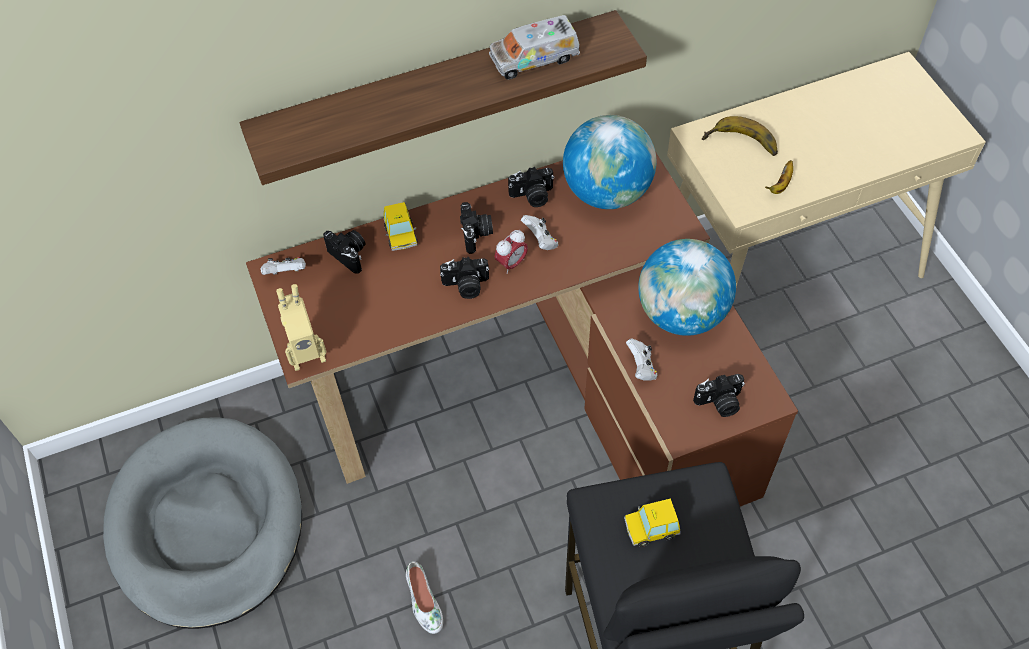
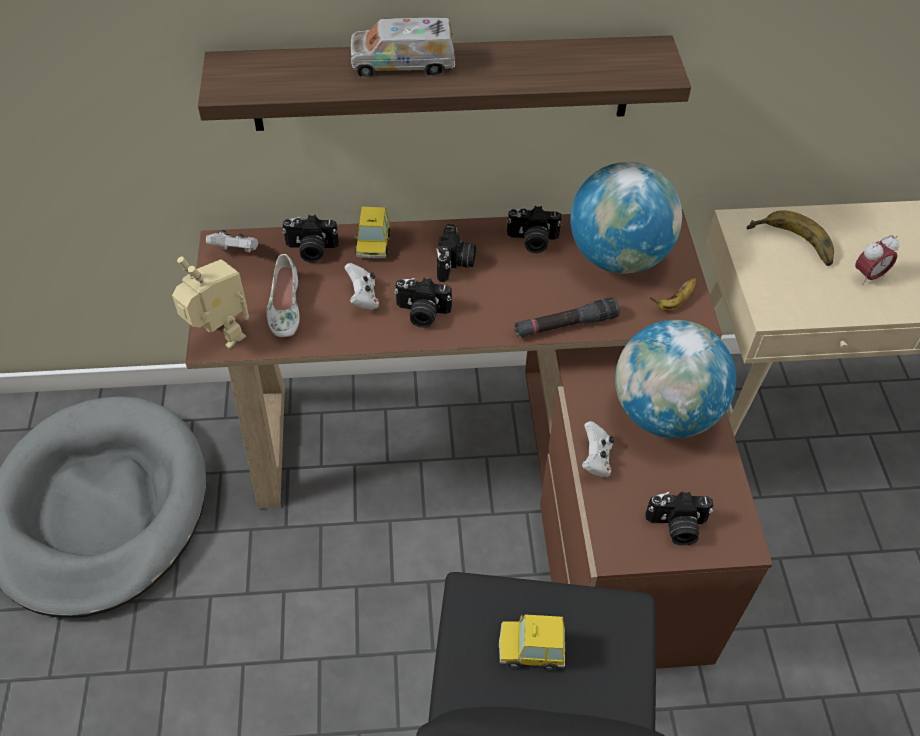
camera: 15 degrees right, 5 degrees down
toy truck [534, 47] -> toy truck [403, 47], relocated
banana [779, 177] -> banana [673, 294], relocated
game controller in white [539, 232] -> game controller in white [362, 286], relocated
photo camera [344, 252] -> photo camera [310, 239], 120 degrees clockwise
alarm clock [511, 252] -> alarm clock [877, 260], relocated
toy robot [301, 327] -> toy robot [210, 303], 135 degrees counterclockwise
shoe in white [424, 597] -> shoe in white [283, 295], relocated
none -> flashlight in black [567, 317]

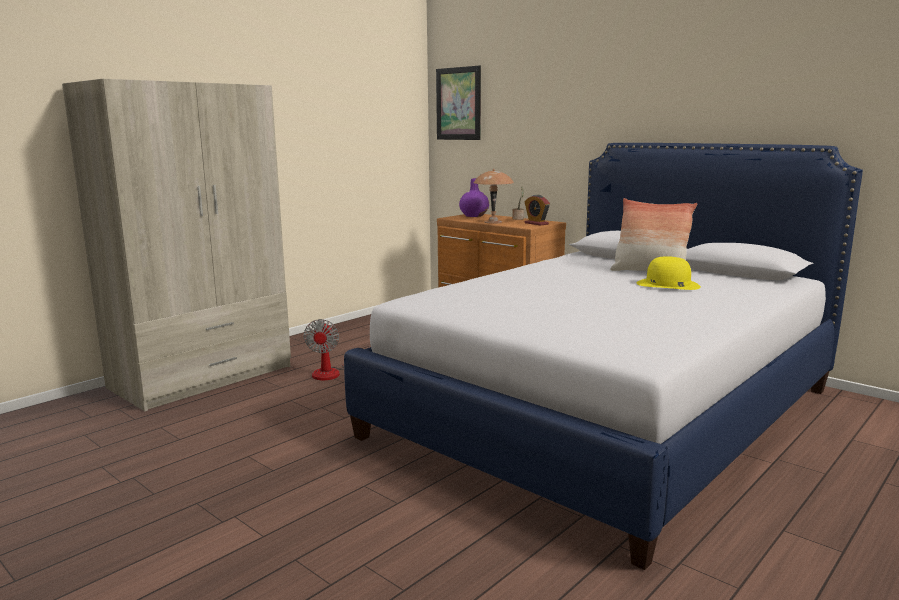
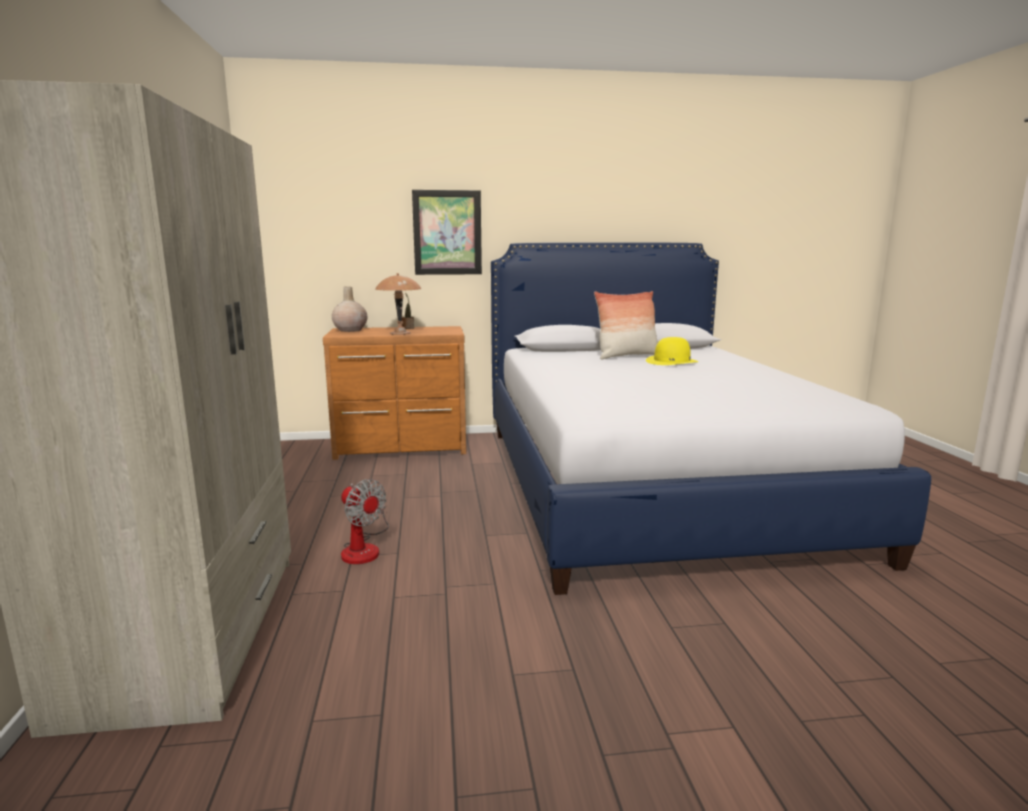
camera: 50 degrees left, 0 degrees up
picture [458, 102] -> picture [447, 232], relocated
vase in purple [474, 197] -> vase in beige [349, 309]
alarm clock [537, 210] -> none

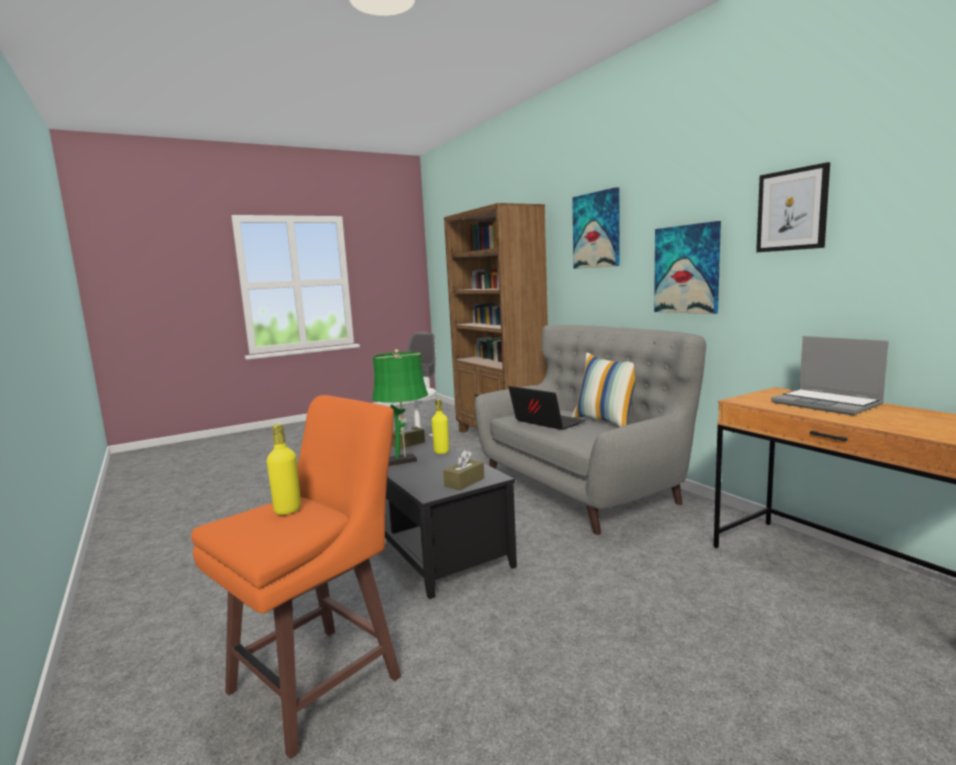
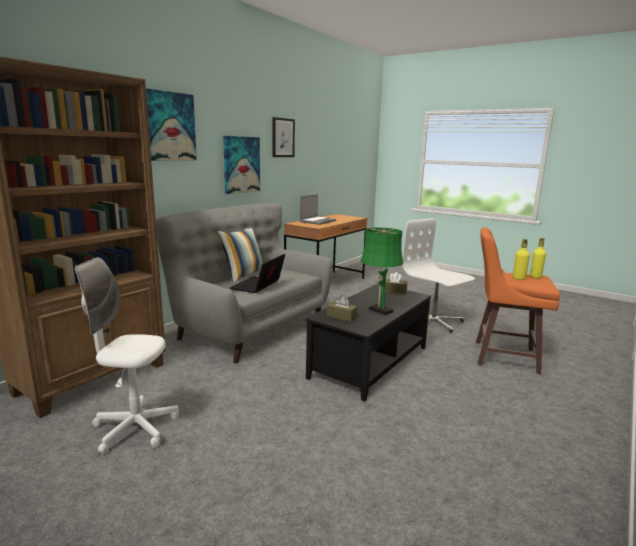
camera: 115 degrees left, 5 degrees up
bottle in yellow [440, 426] -> bottle in yellow [538, 258], relocated
none -> office chair in white [438, 275]

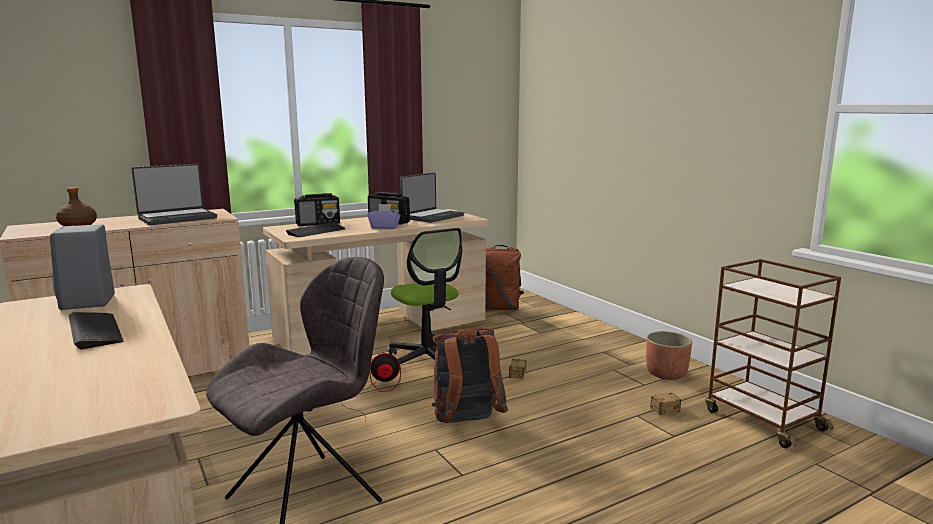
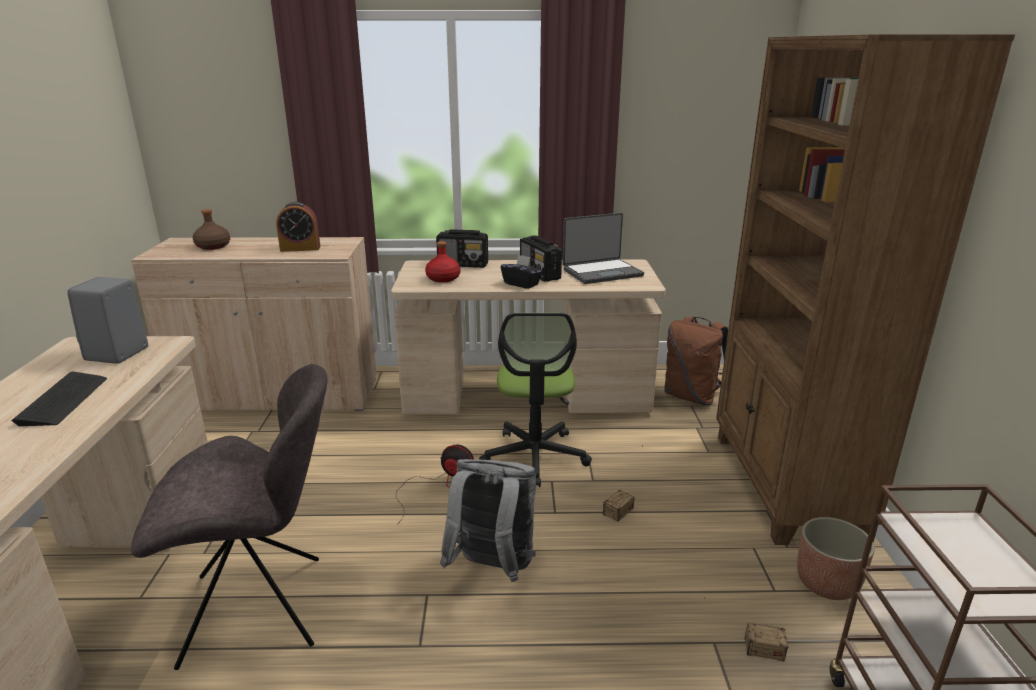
camera: 30 degrees right, 10 degrees up
laptop [174, 194] -> alarm clock [298, 227]
tissue box in purple [384, 216] -> tissue box in black [522, 271]
keyboard [315, 229] -> bottle in red [443, 262]
backpack in brown [470, 375] -> backpack in grey [488, 520]
none -> bookcase in brown [865, 289]

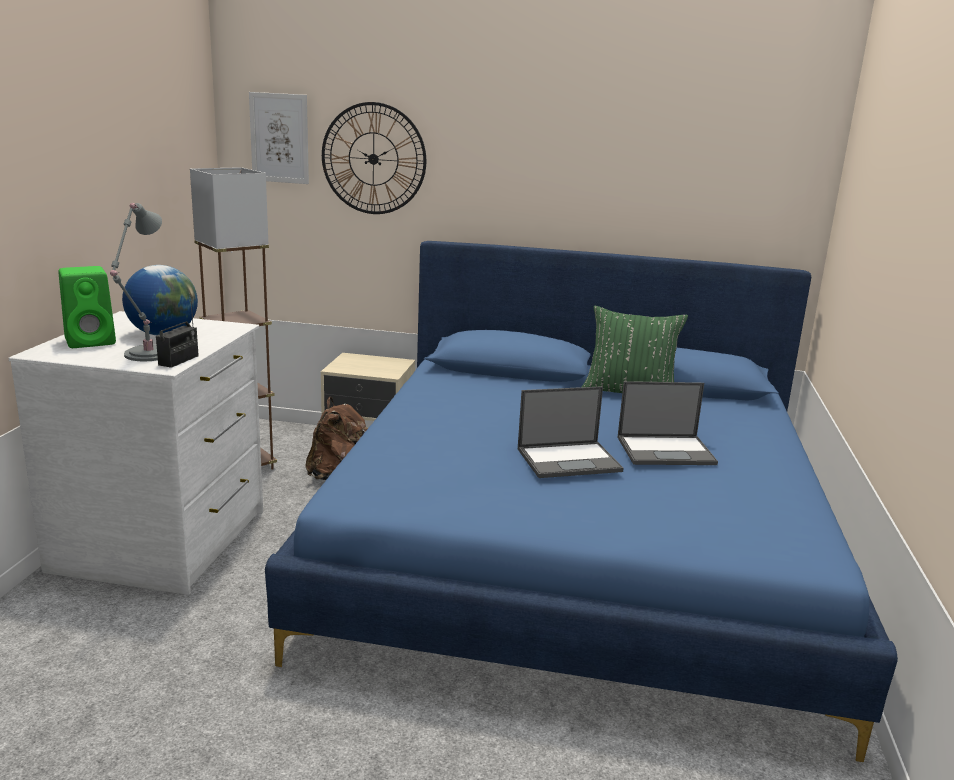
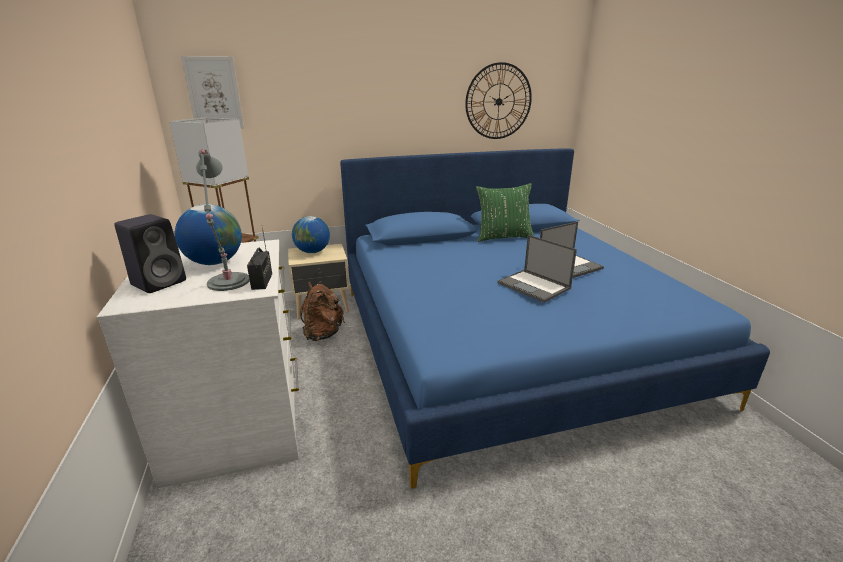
camera: 25 degrees left, 5 degrees up
wall clock [374, 158] -> wall clock [498, 100], relocated
speaker in green [87, 307] -> speaker in black [150, 253]
laptop [570, 432] -> laptop [537, 269], 90 degrees clockwise
none -> globe [311, 234]

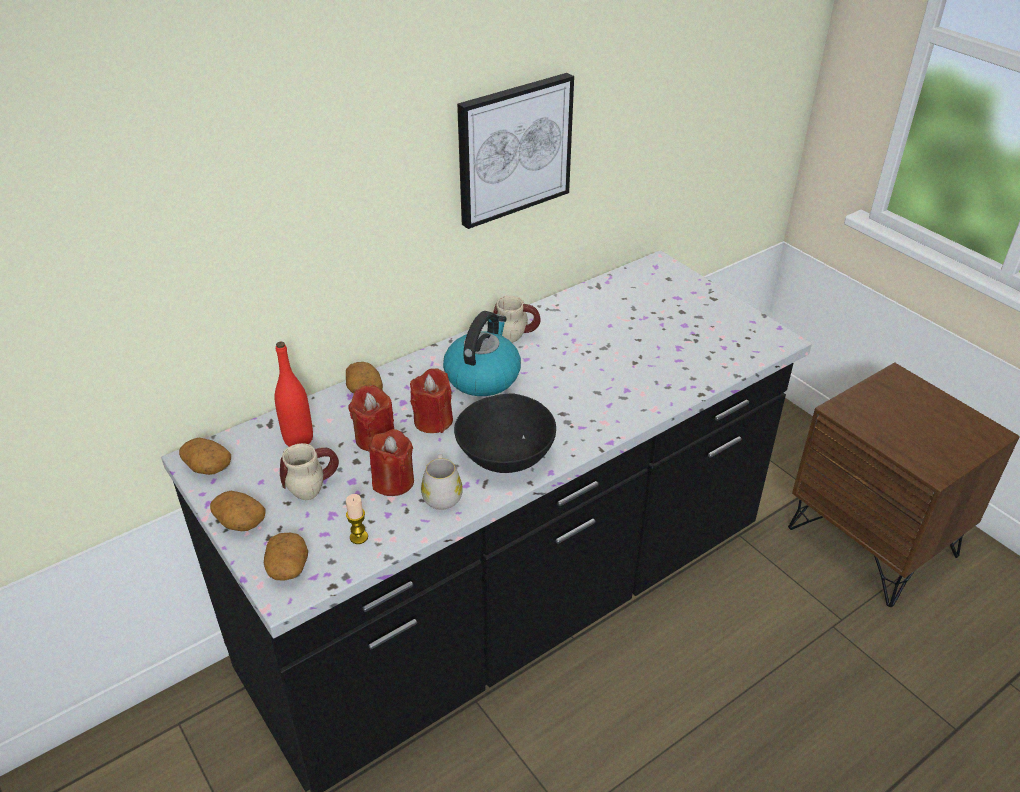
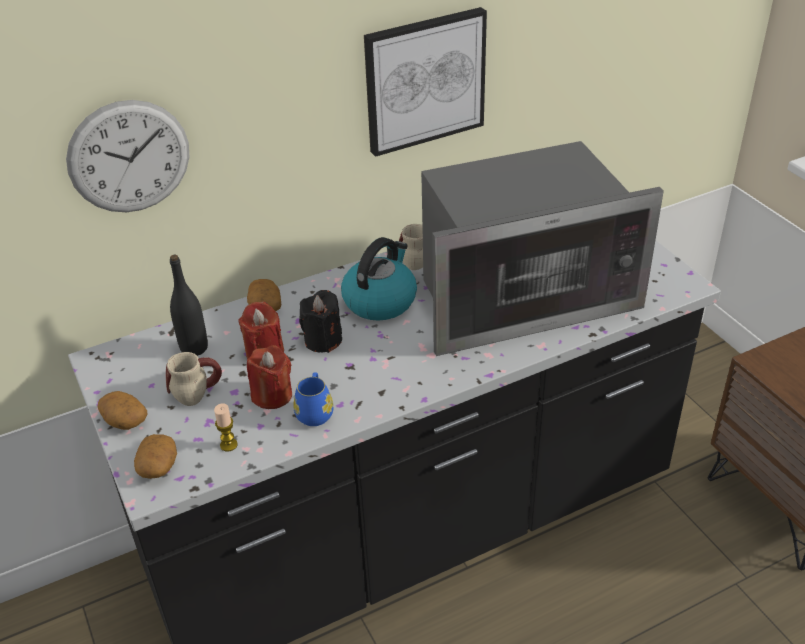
camera: 10 degrees right, 0 degrees up
bottle in red [294, 394] -> bottle in black [189, 305]
candle in red [431, 400] -> candle in black [320, 321]
bowl in black [505, 433] -> none
potato [205, 456] -> none
mug in white [442, 482] -> mug in blue [313, 399]
none -> wall clock [127, 156]
none -> microwave [542, 248]

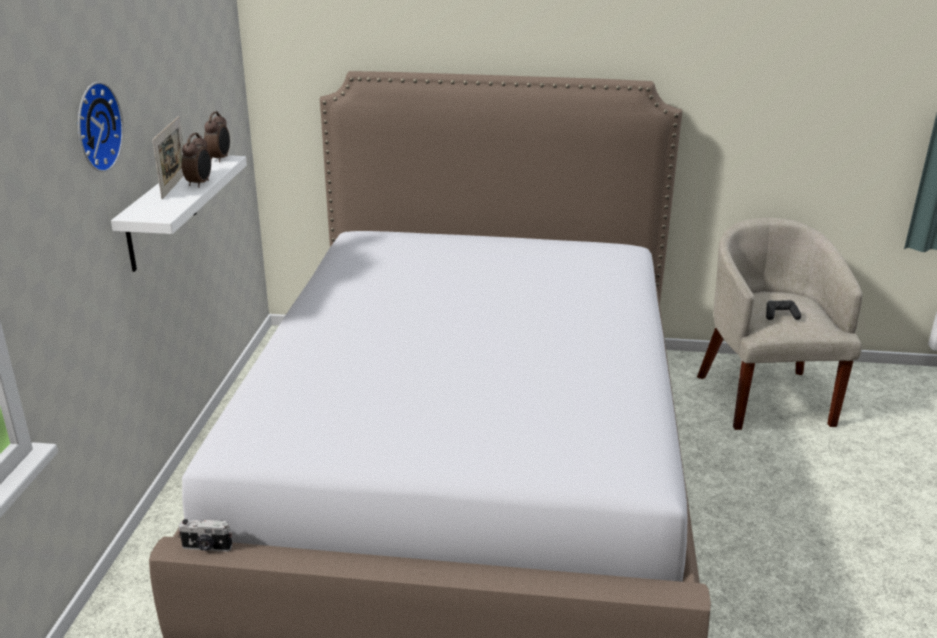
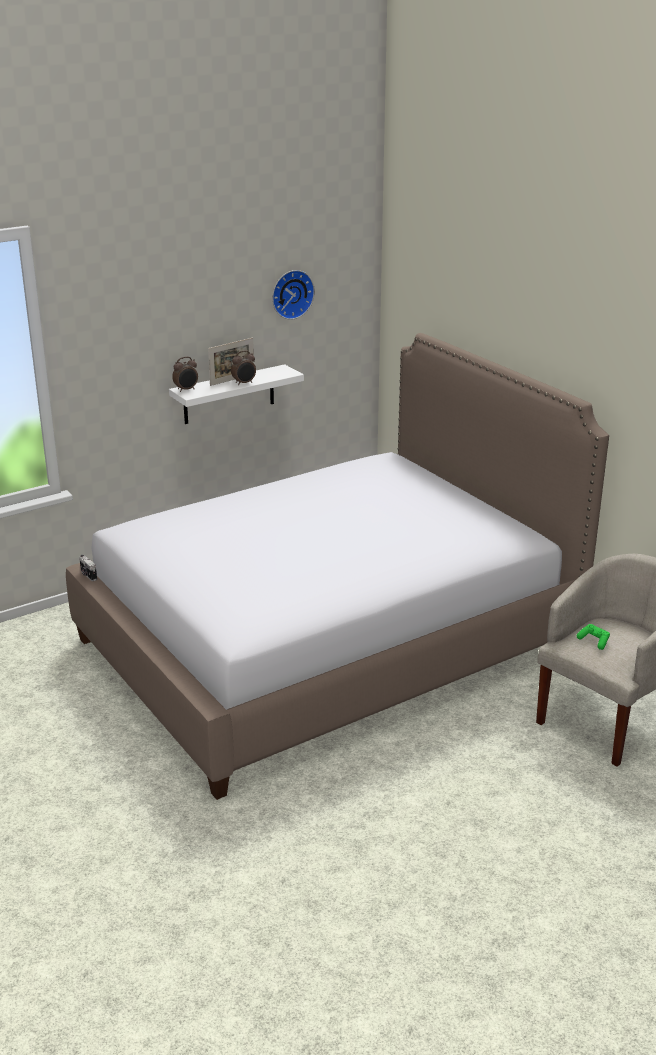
camera: 50 degrees right, 0 degrees up
wall clock [101, 127] -> wall clock [293, 295], relocated
alarm clock [217, 136] -> alarm clock [185, 374], relocated
game controller in black [783, 310] -> game controller in green [593, 637]

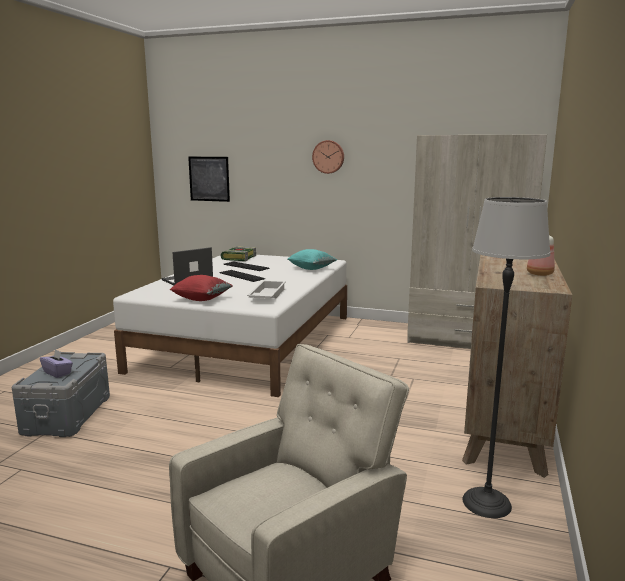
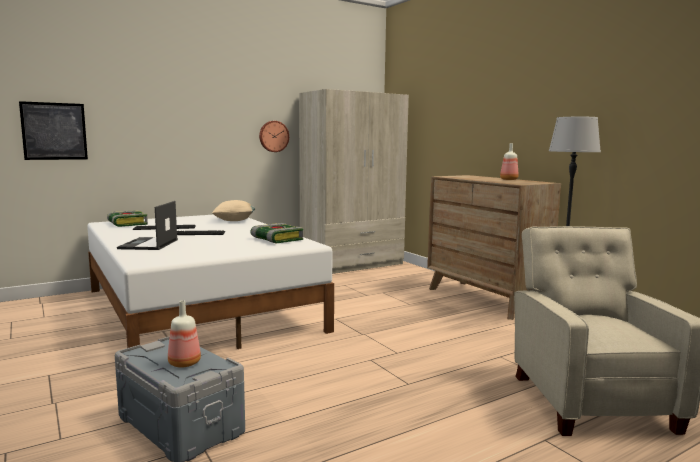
camera: 50 degrees left, 5 degrees down
wall clock [328, 157] -> wall clock [274, 136], relocated
pillow in turquoise [312, 259] -> pillow in beige [234, 210]
pillow in red [201, 288] -> none
tray in white [266, 290] -> book [276, 233]
tissue box in purple [56, 363] -> bottle [184, 334]

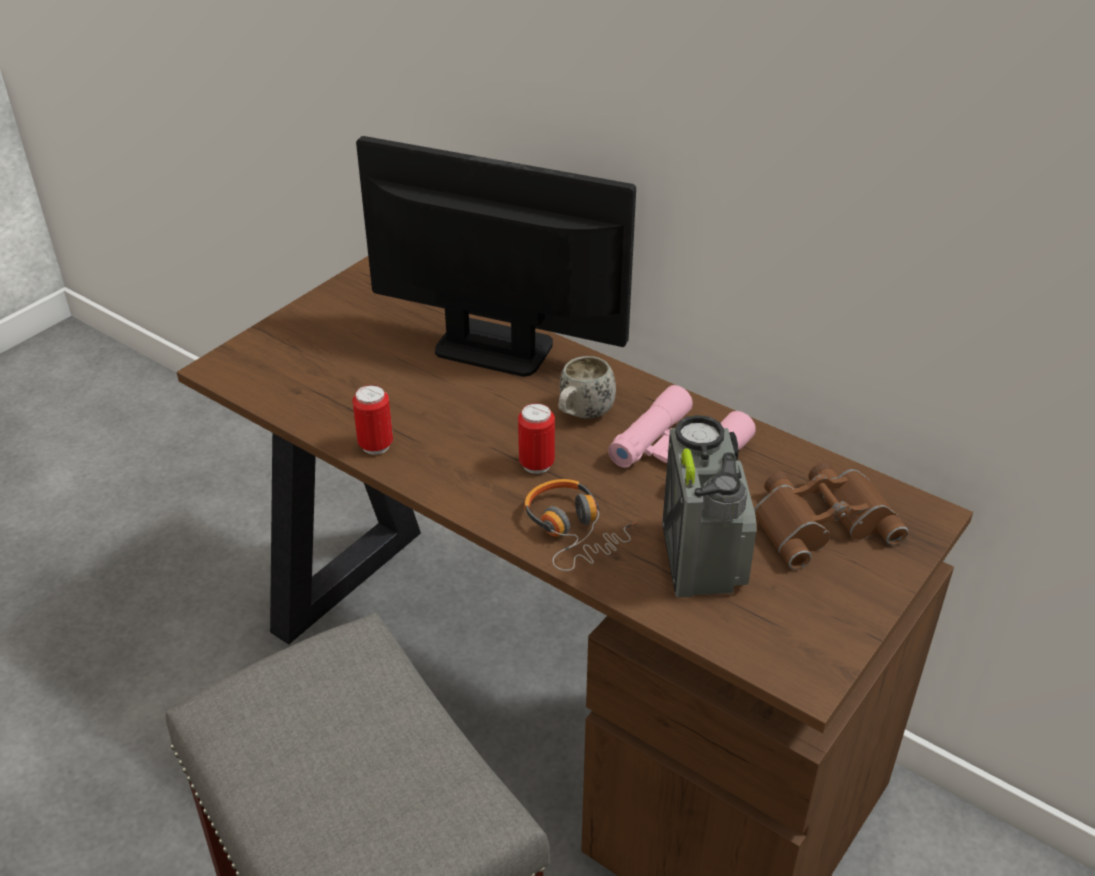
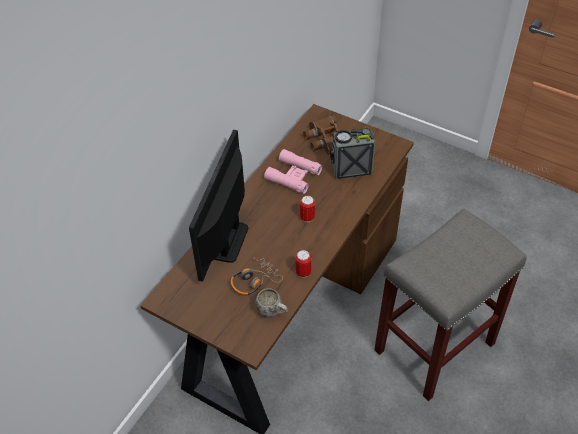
camera: 95 degrees left, 10 degrees up
mug in white [587, 387] -> mug in white [271, 302], relocated
headphones [580, 525] -> headphones [257, 276], relocated

